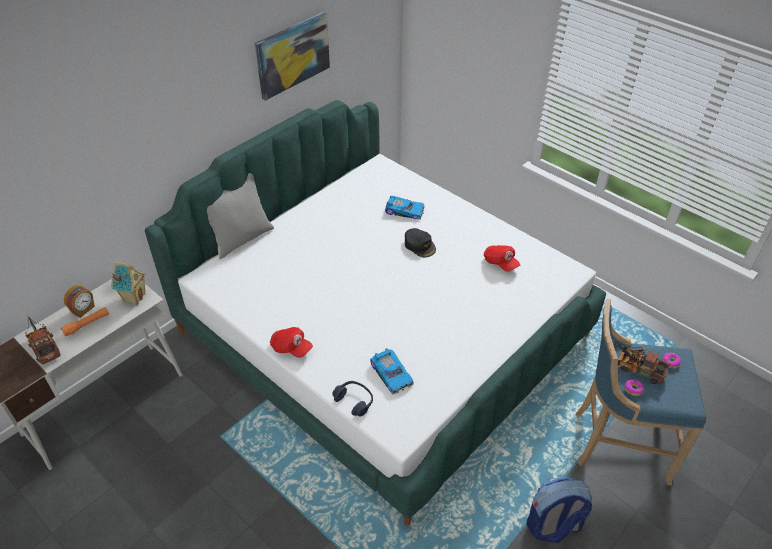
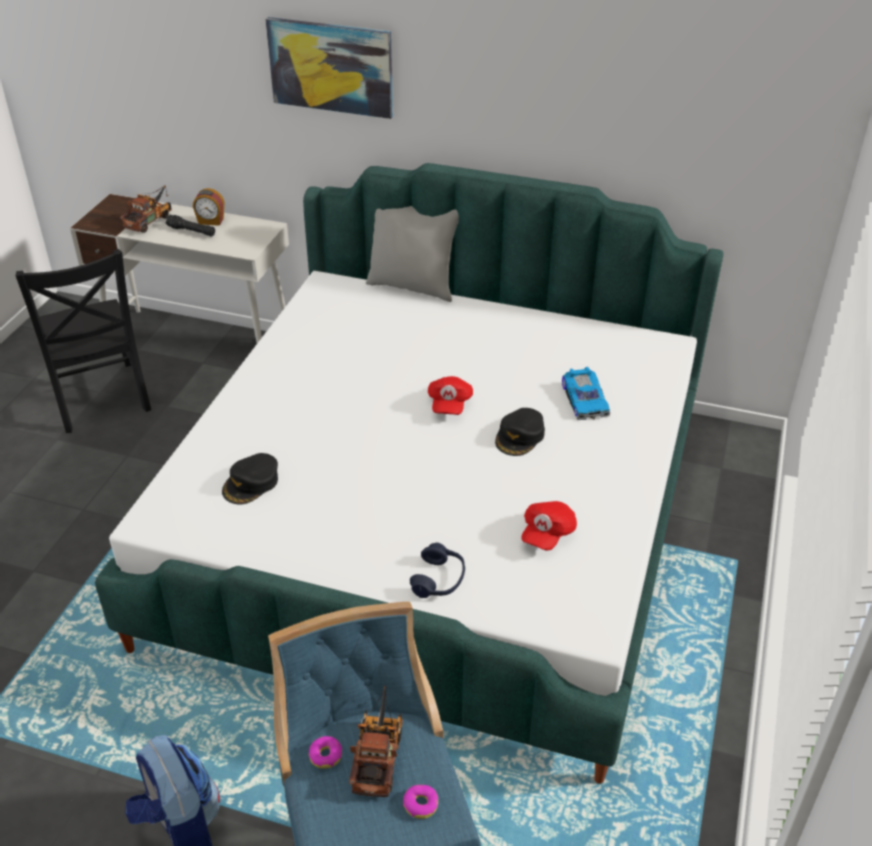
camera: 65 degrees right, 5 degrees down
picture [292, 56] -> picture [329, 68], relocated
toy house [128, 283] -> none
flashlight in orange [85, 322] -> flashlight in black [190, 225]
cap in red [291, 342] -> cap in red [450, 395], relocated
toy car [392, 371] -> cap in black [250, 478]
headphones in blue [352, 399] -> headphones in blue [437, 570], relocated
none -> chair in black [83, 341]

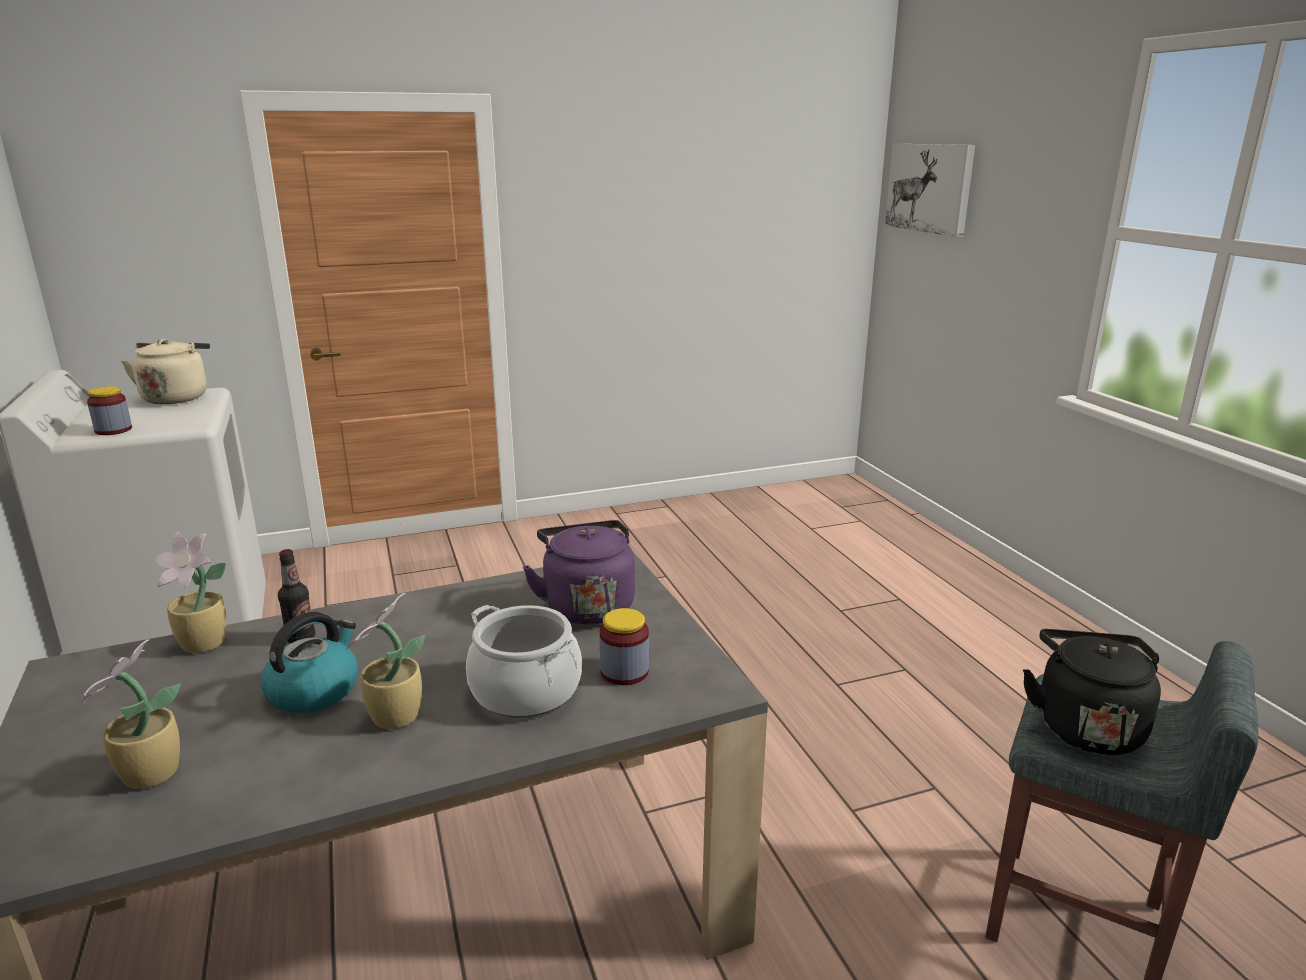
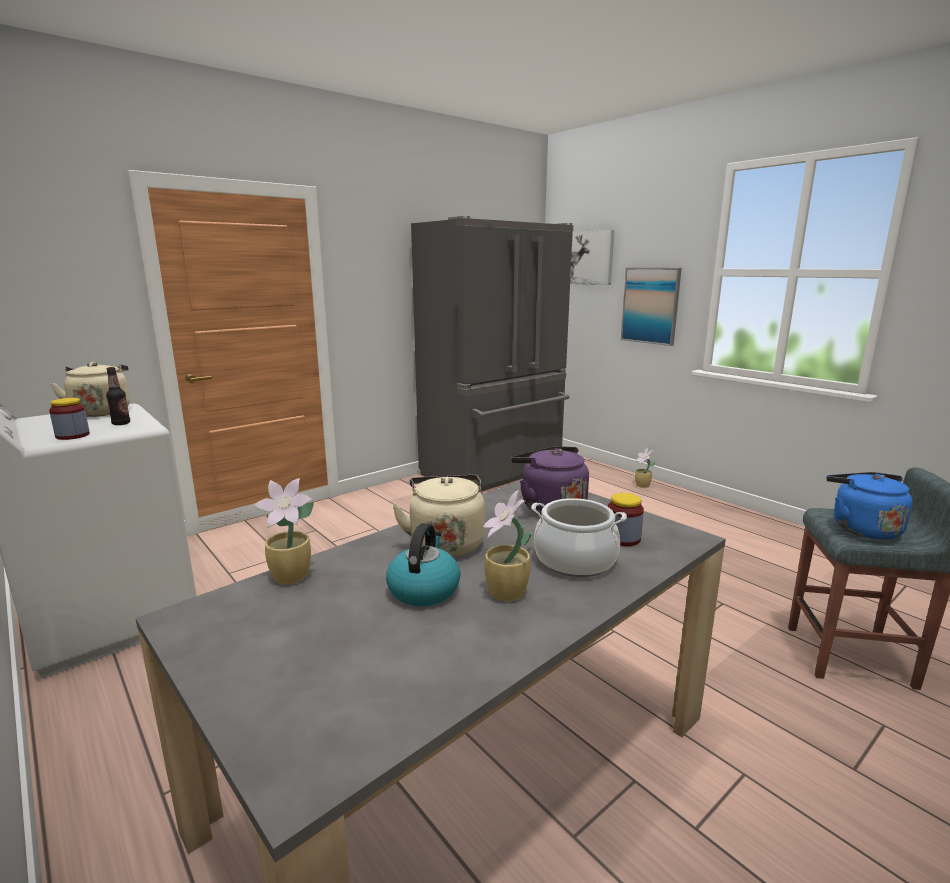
camera: 20 degrees left, 5 degrees down
bottle [296, 596] -> bottle [118, 396], relocated
kettle in black [1092, 692] -> kettle in blue [869, 506]
potted plant [131, 714] -> potted plant [645, 468], relocated
none -> fridge in grey [492, 354]
none -> picture [651, 307]
none -> kettle in beige [438, 516]

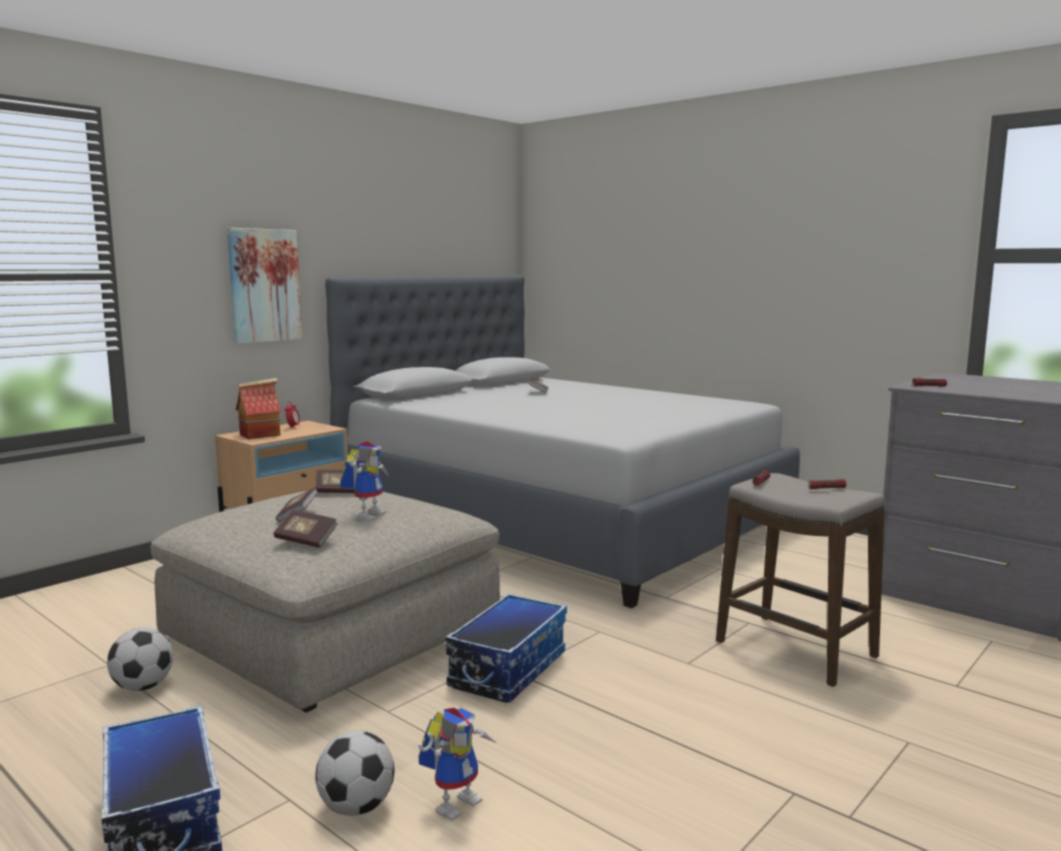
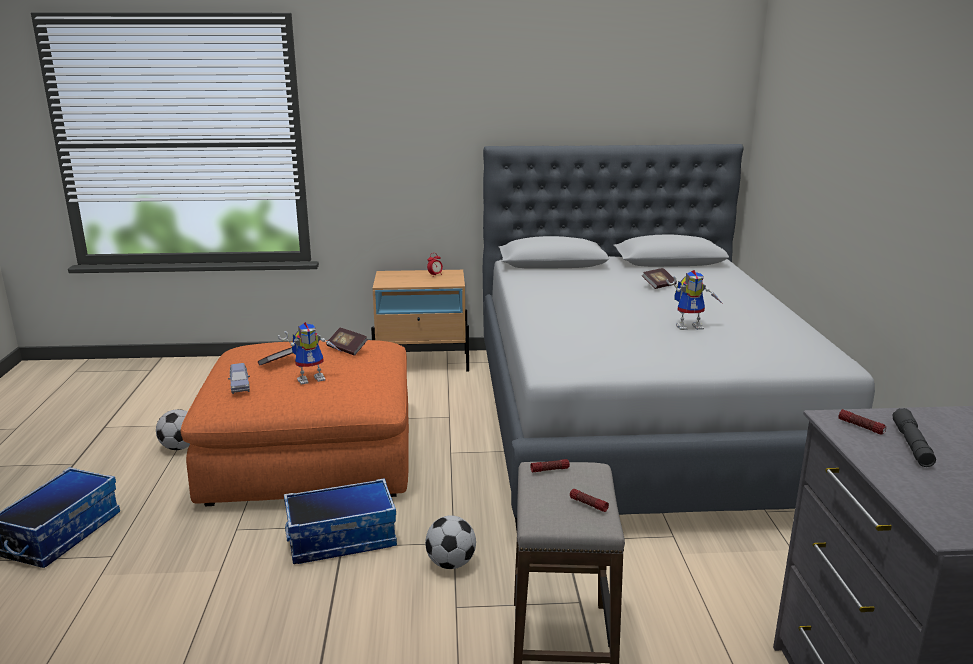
camera: 45 degrees right, 10 degrees up
picture [264, 286] -> none
toy house [258, 408] -> none
ottoman in beige [325, 602] -> ottoman in orange [294, 423]
book [305, 529] -> toy car in blue [239, 378]
toy robot [457, 764] -> toy robot [694, 300], relocated
football [354, 773] -> football [450, 542], relocated
none -> flashlight in grey [914, 437]

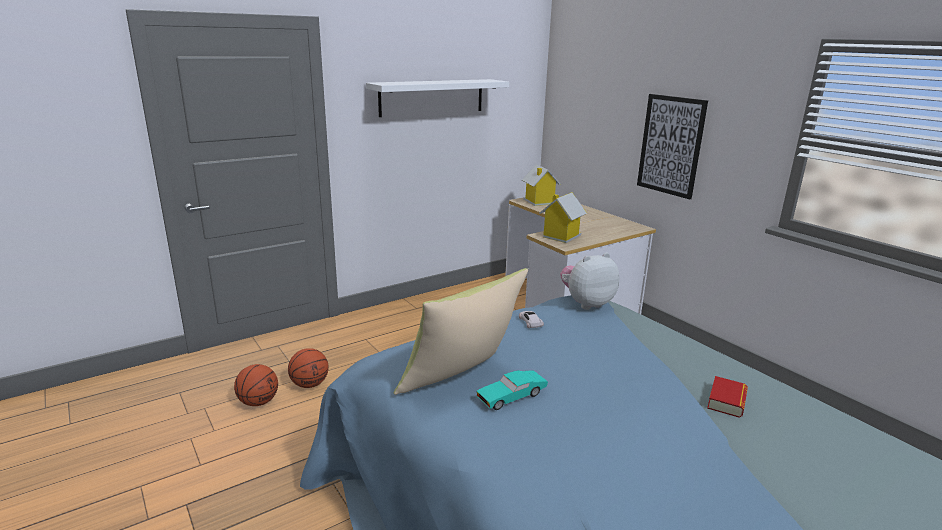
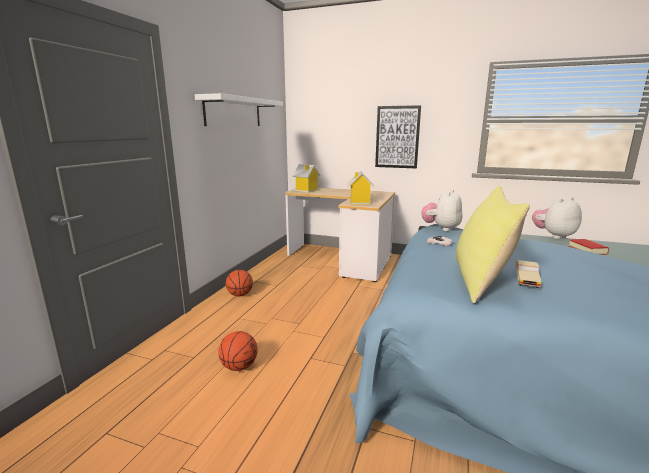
camera: 35 degrees left, 5 degrees down
basketball [256, 385] -> basketball [239, 283], relocated
toy car in turquoise [512, 390] -> toy car in beige [528, 274]
none -> plush toy [557, 218]

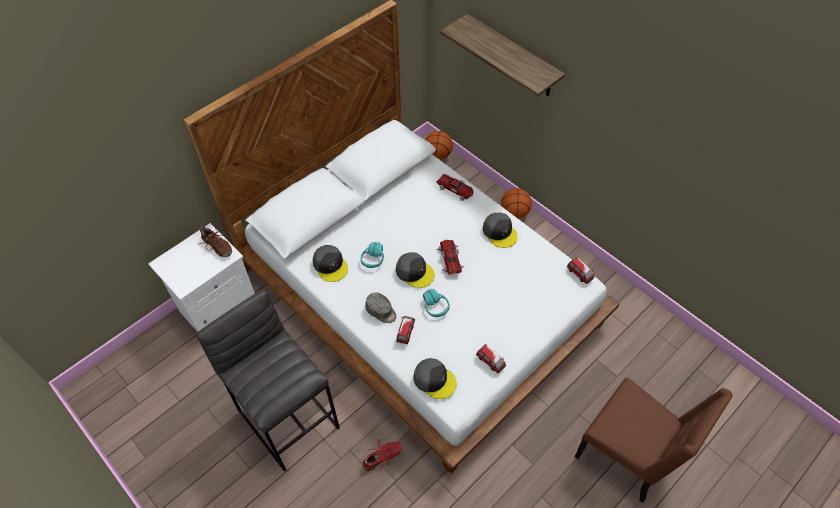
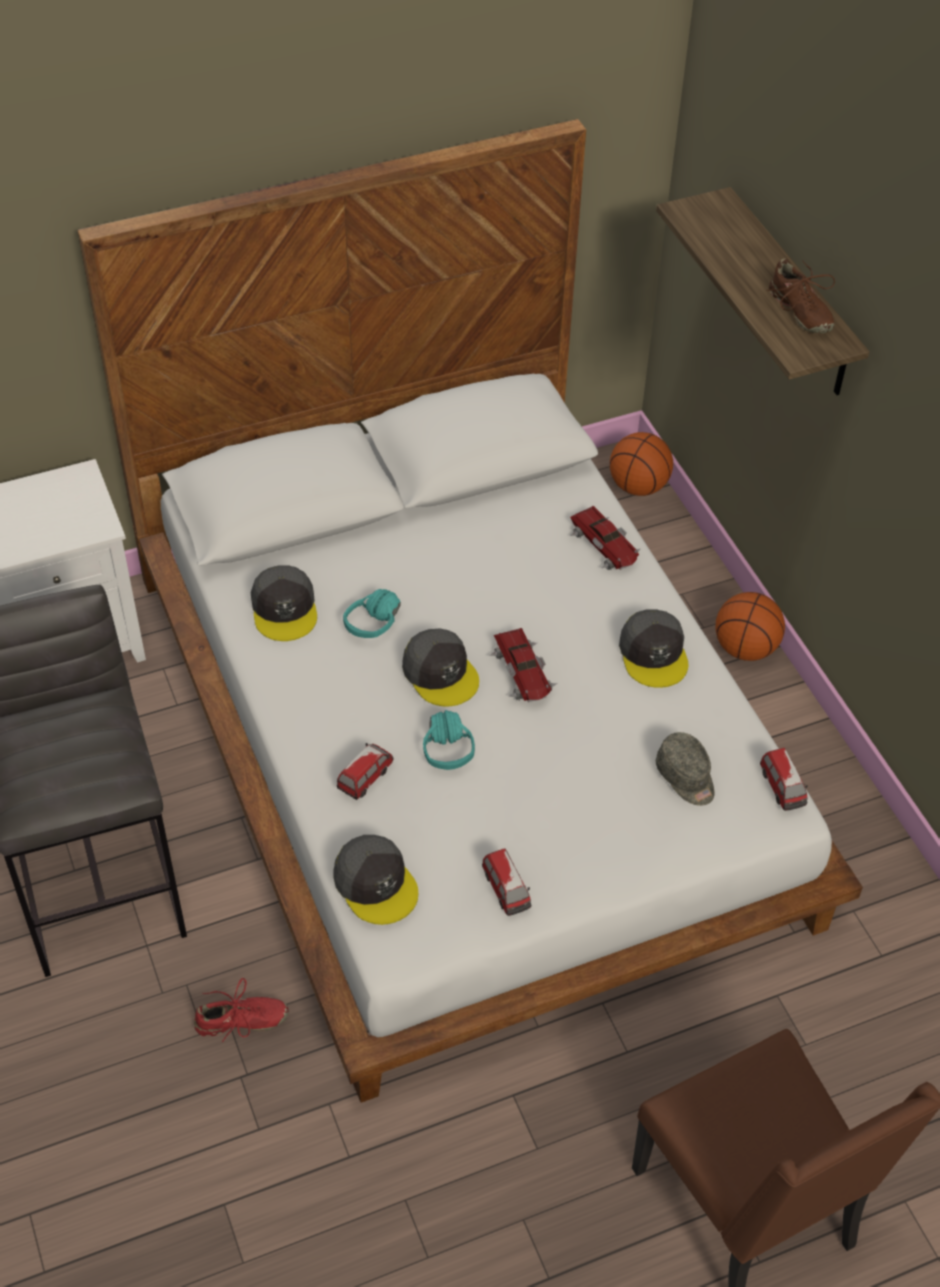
camera: 20 degrees right, 5 degrees down
shoe in brown [215, 240] -> shoe in brown [800, 295], relocated
toy car [450, 257] -> toy car [523, 665], 150 degrees clockwise
cap in grey [380, 307] -> cap in grey [685, 769], relocated

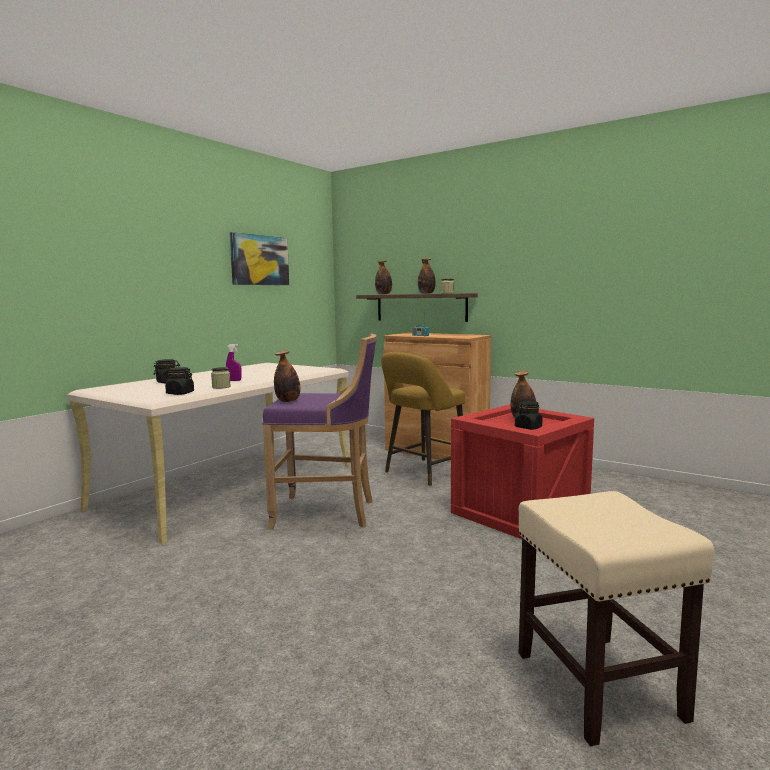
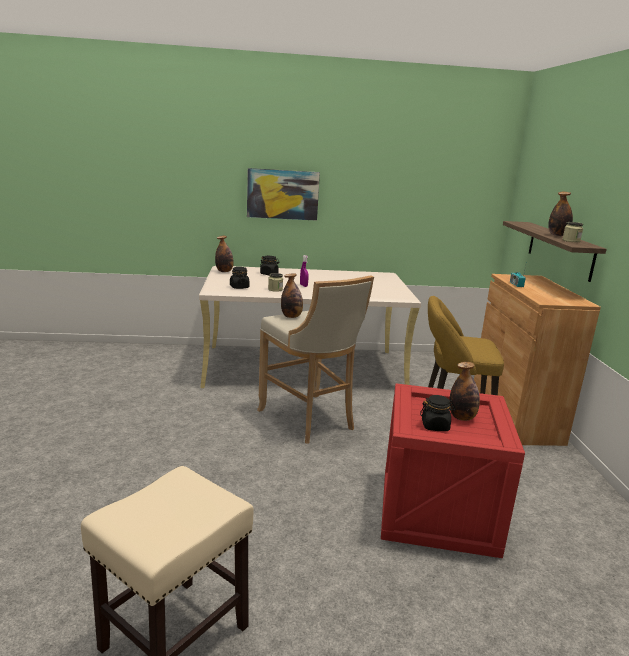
camera: 50 degrees right, 10 degrees up
picture [259, 258] -> picture [283, 194], relocated
bottle [383, 277] -> bottle [224, 254], relocated
stool in purple [319, 432] -> stool in beige [315, 359]

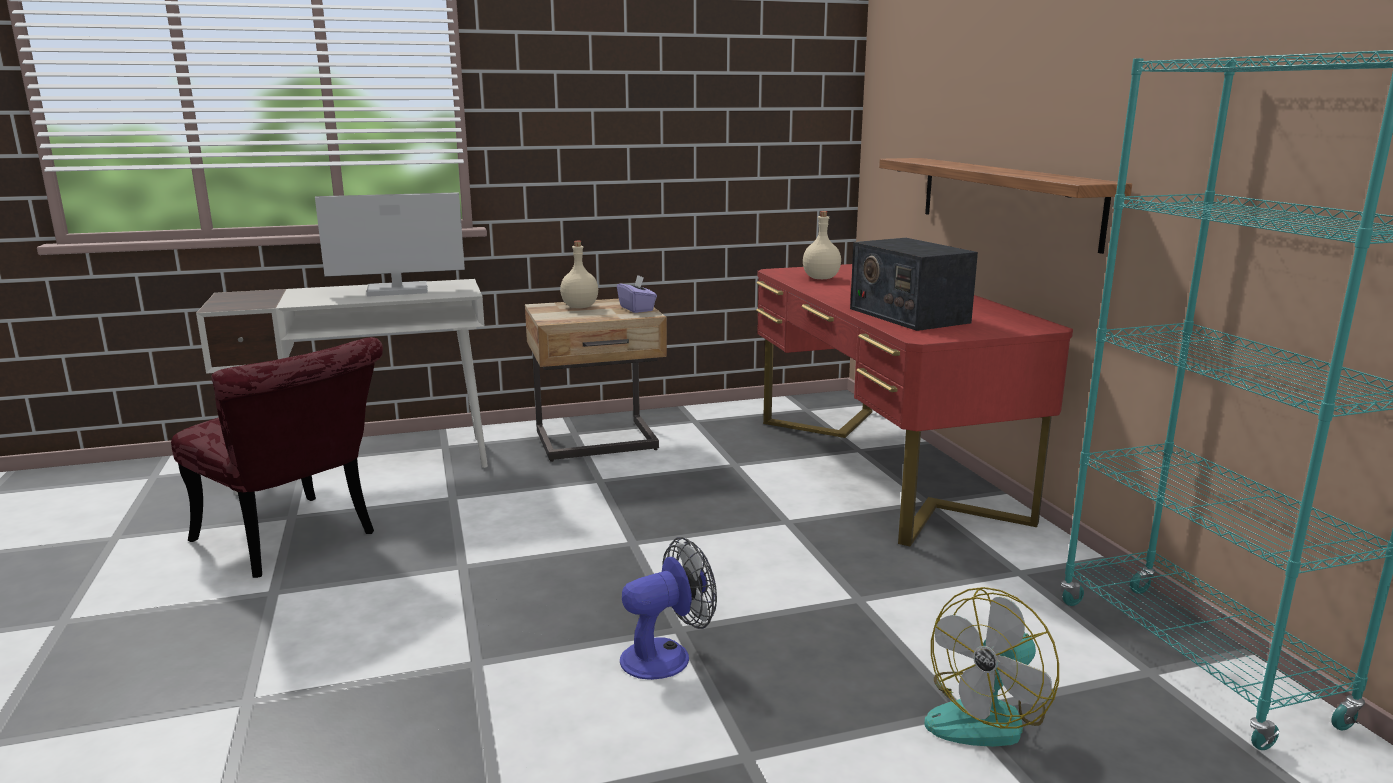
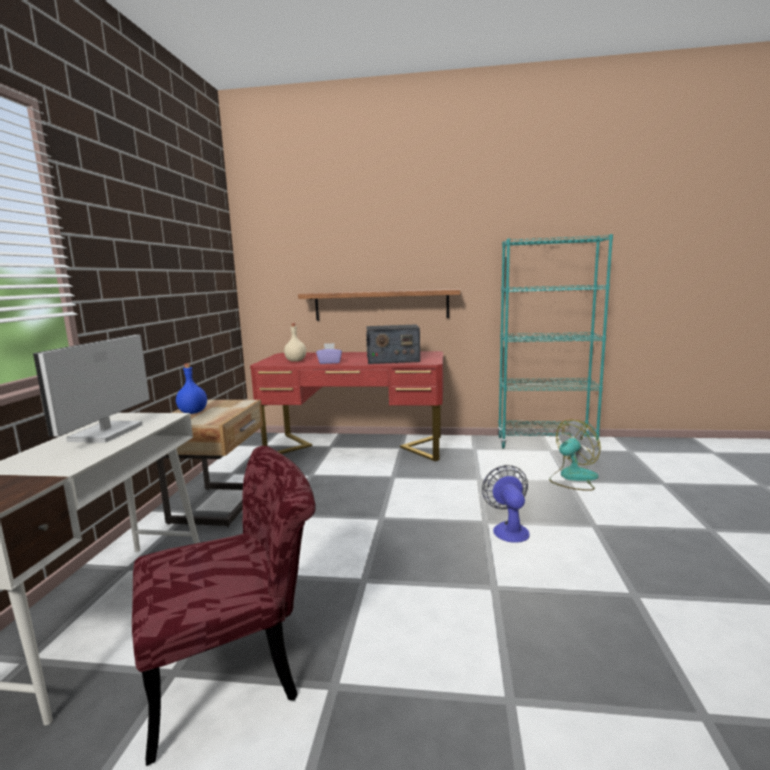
camera: 65 degrees left, 5 degrees down
bottle in beige [579, 274] -> bottle in blue [191, 388]
tissue box in purple [637, 294] -> tissue box in purple [329, 353], relocated
fan [991, 667] -> fan [575, 455], 105 degrees counterclockwise

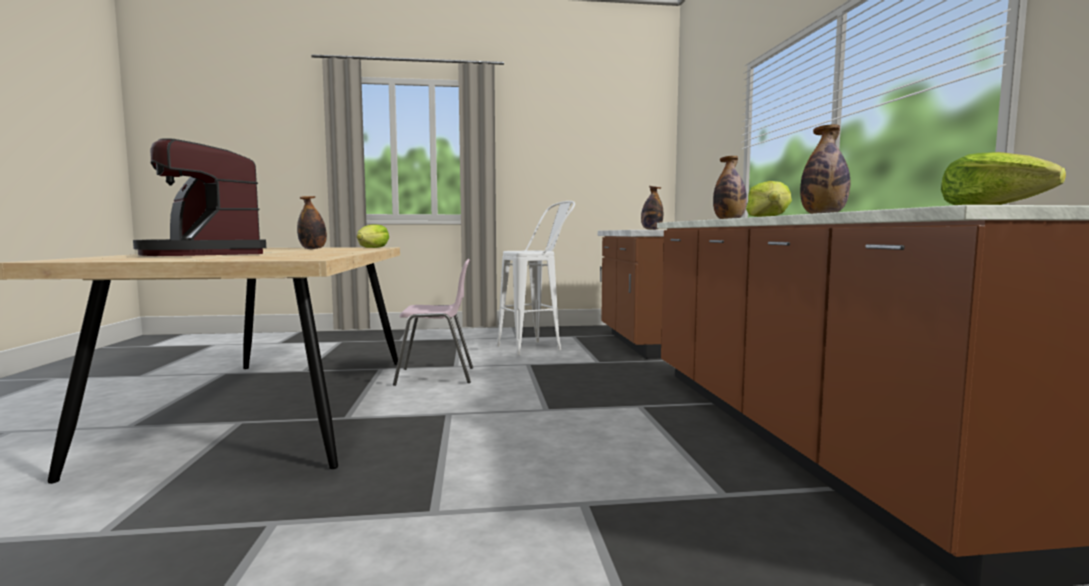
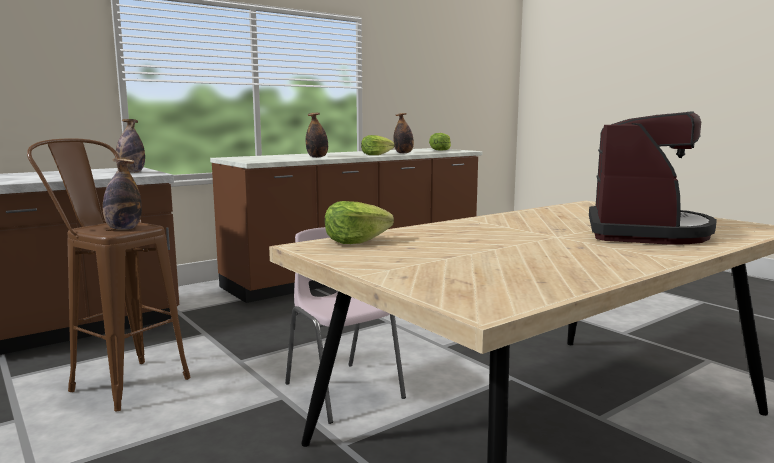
camera: 120 degrees left, 5 degrees up
bottle [312, 222] -> bottle [122, 194], relocated
stool in white [536, 278] -> stool in brown [108, 275]

